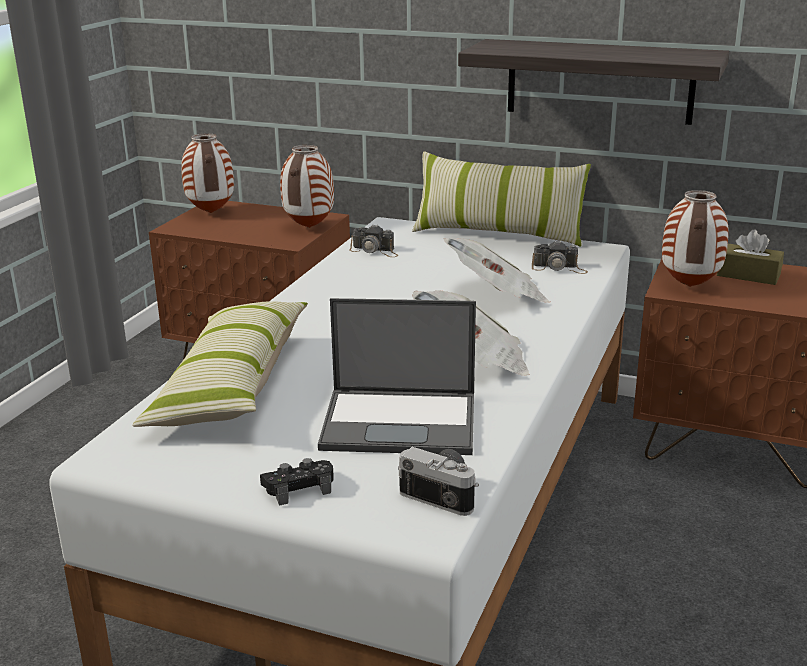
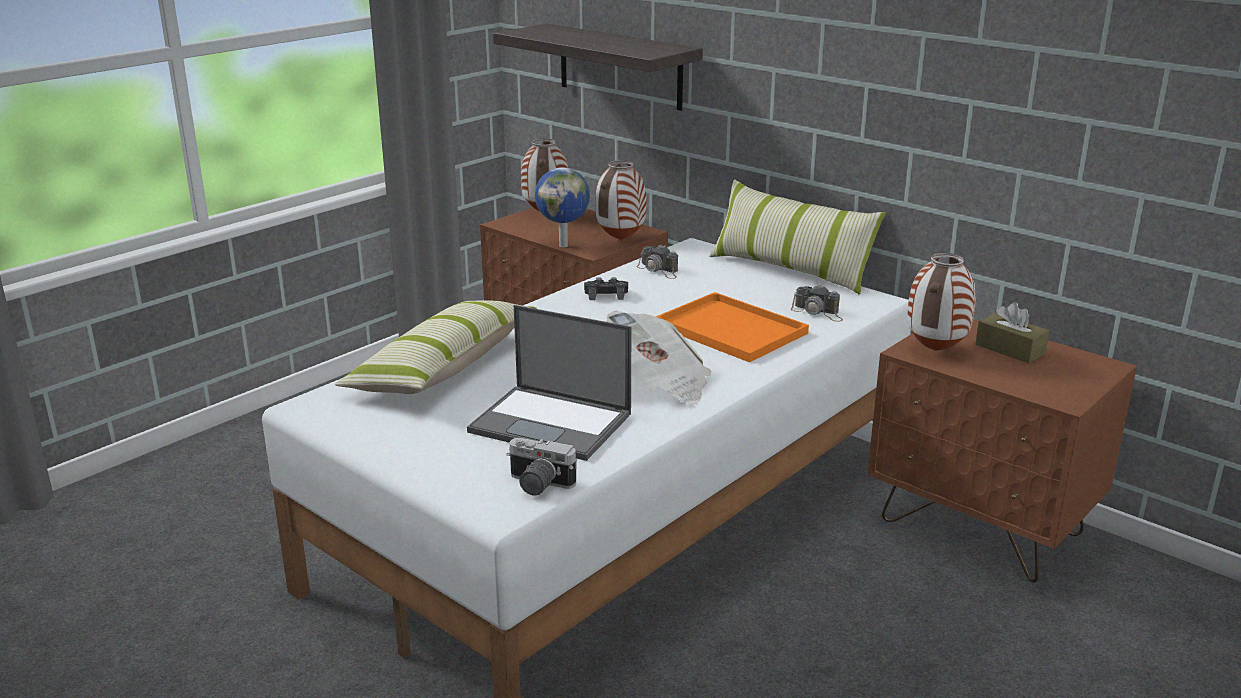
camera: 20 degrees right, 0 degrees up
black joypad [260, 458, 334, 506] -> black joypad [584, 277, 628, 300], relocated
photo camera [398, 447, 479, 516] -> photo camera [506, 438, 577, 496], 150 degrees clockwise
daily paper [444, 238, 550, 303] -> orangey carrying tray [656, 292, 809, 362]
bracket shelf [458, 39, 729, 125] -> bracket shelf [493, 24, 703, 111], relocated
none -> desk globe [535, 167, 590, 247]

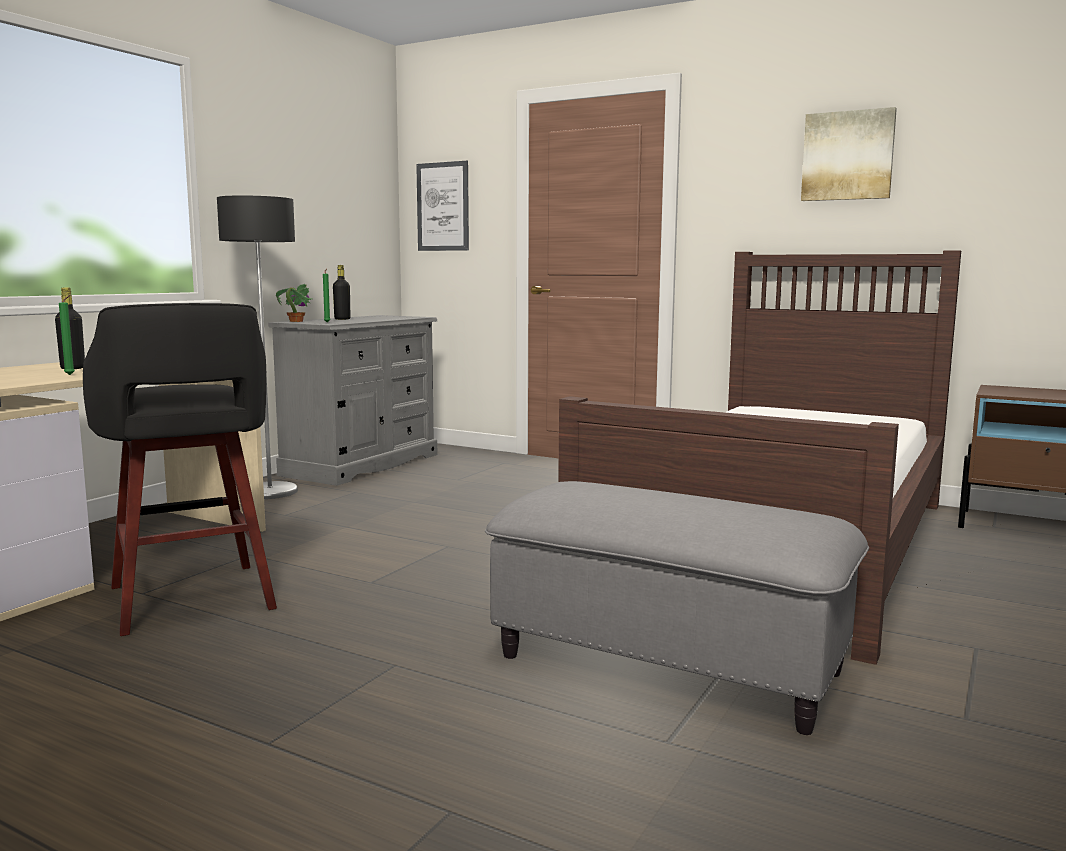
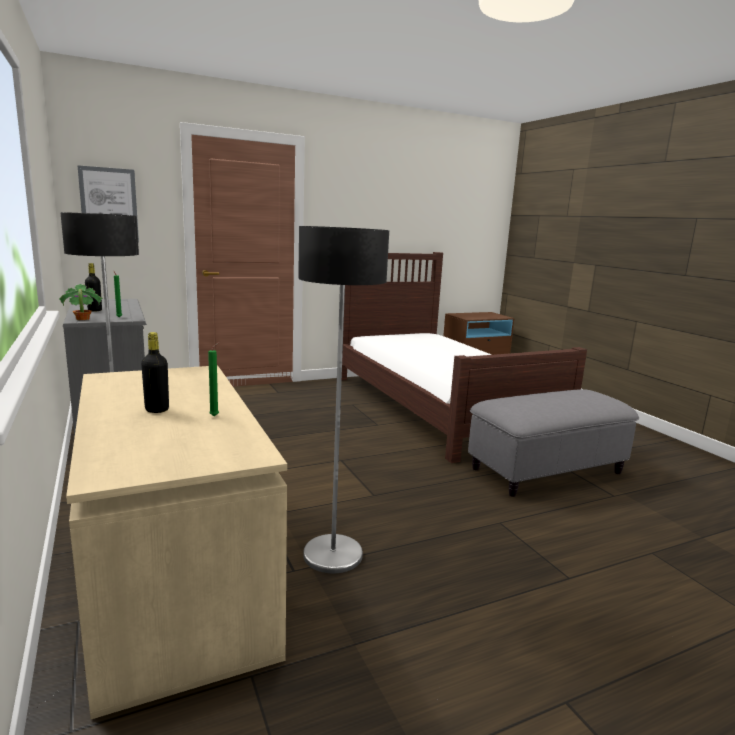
camera: 55 degrees left, 5 degrees up
black stool [83, 303, 277, 636] -> standard lamp [298, 226, 389, 573]
wall picture [801, 107, 897, 201] -> none

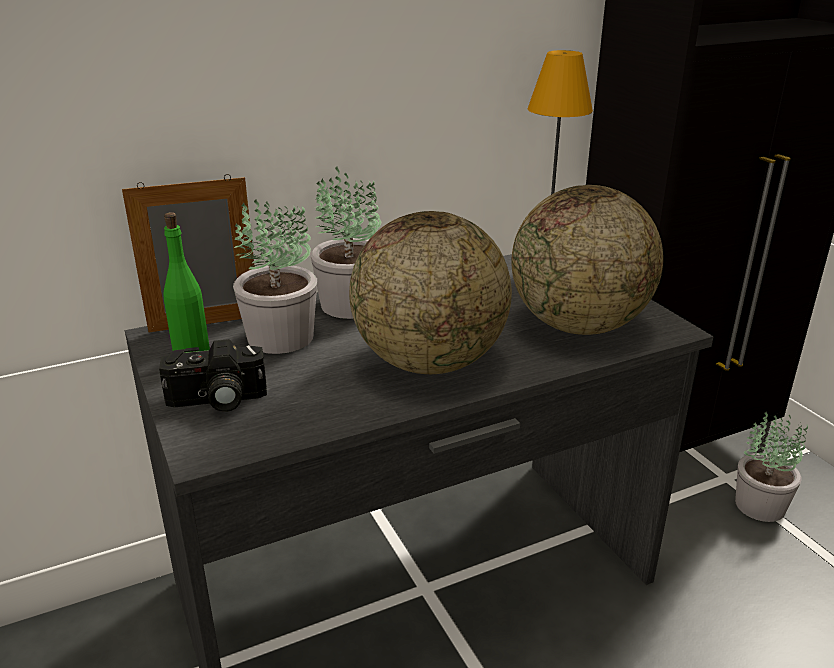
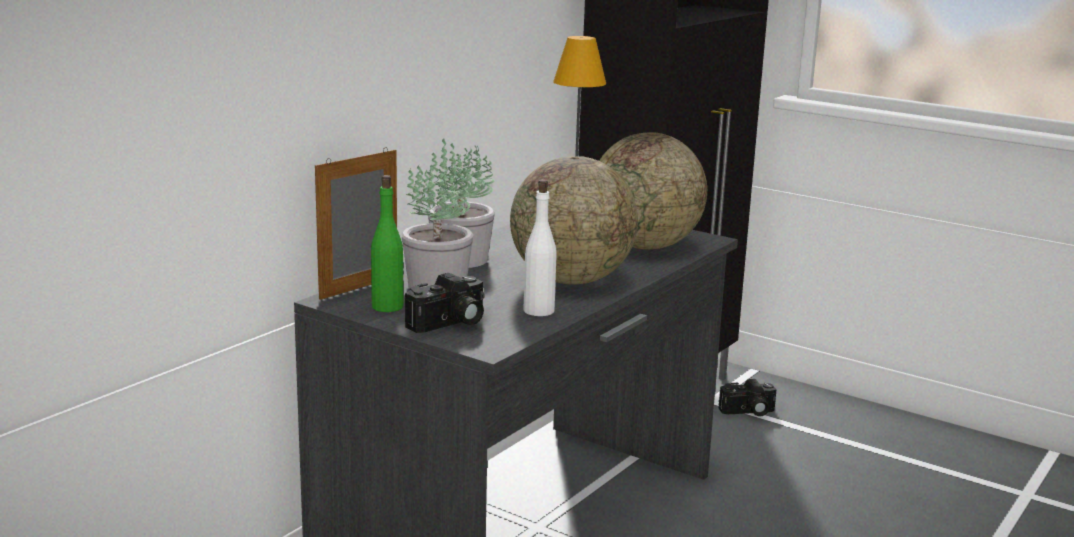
camera: 30 degrees left, 10 degrees down
potted plant [735, 412, 808, 522] -> photo camera [719, 379, 776, 417]
none -> white-coloured drink bottle [523, 180, 557, 316]

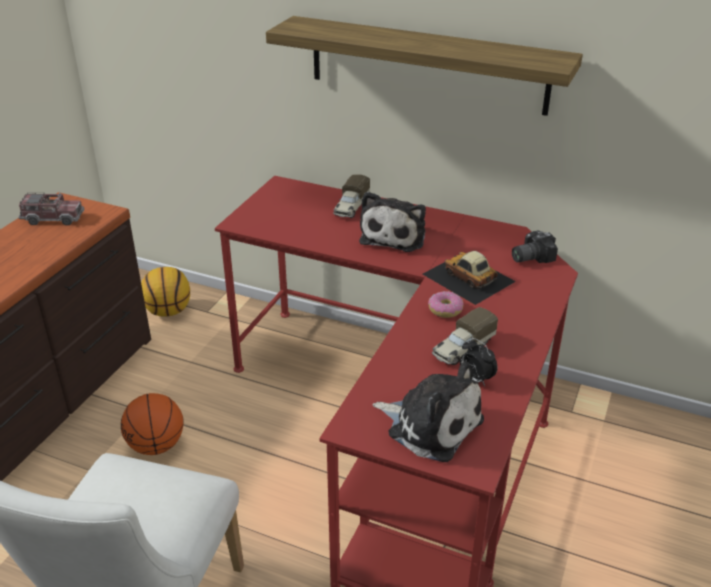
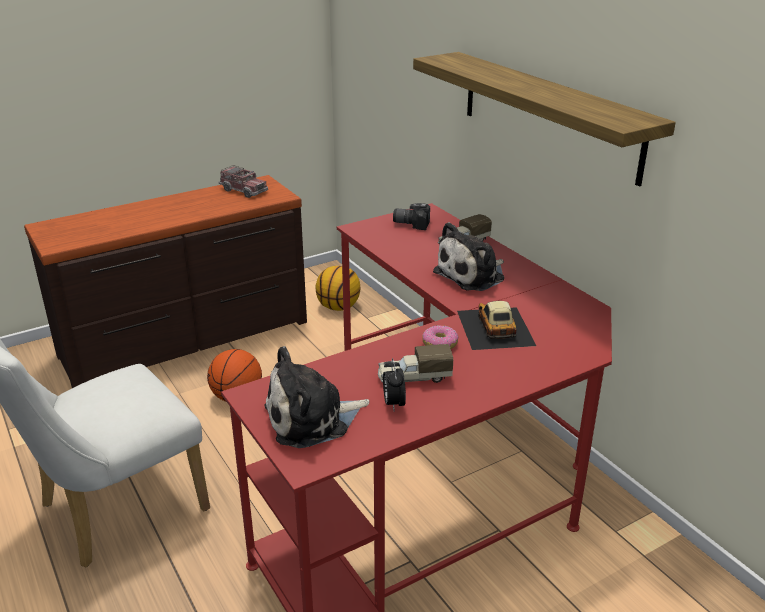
camera: 35 degrees right, 5 degrees down
soft toy [372, 361, 484, 462] -> soft toy [264, 346, 370, 448], 90 degrees clockwise
photo camera [512, 230, 558, 263] -> photo camera [393, 203, 430, 230], relocated

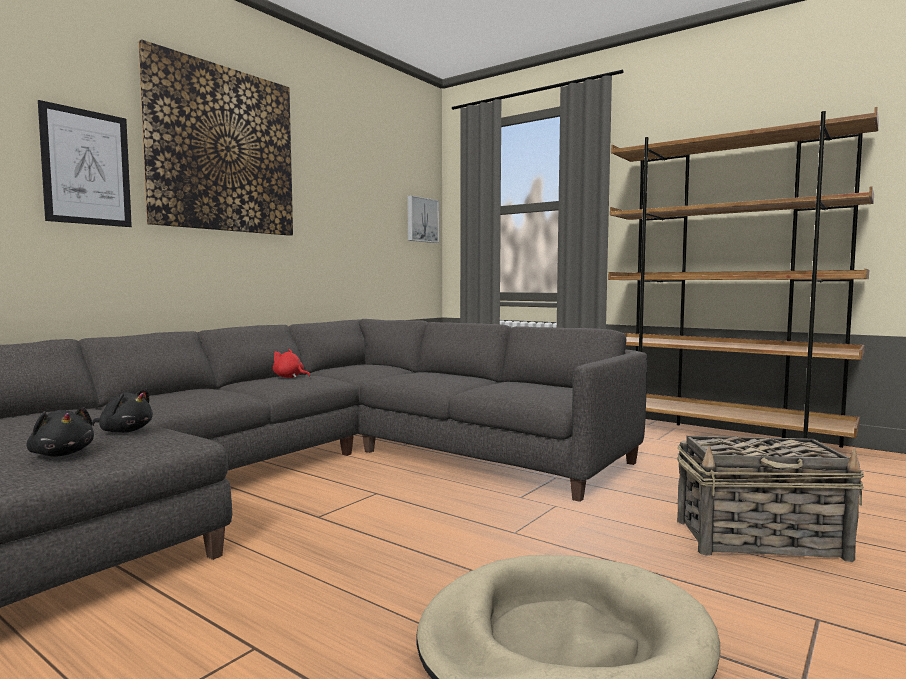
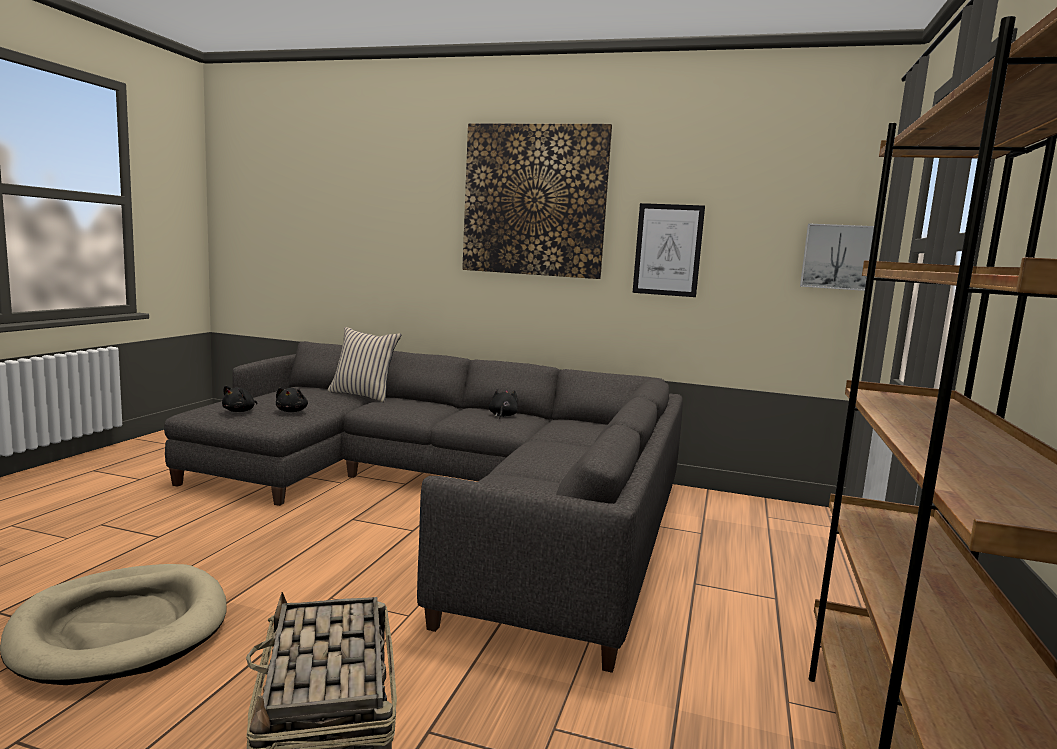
camera: 70 degrees right, 5 degrees up
wall picture [38, 100, 132, 227] -> wall picture [633, 203, 705, 297], relocated
red soft toy [273, 349, 310, 378] -> black soft toy [489, 389, 518, 419]
none -> beige-coloured throw pillow [327, 327, 402, 402]

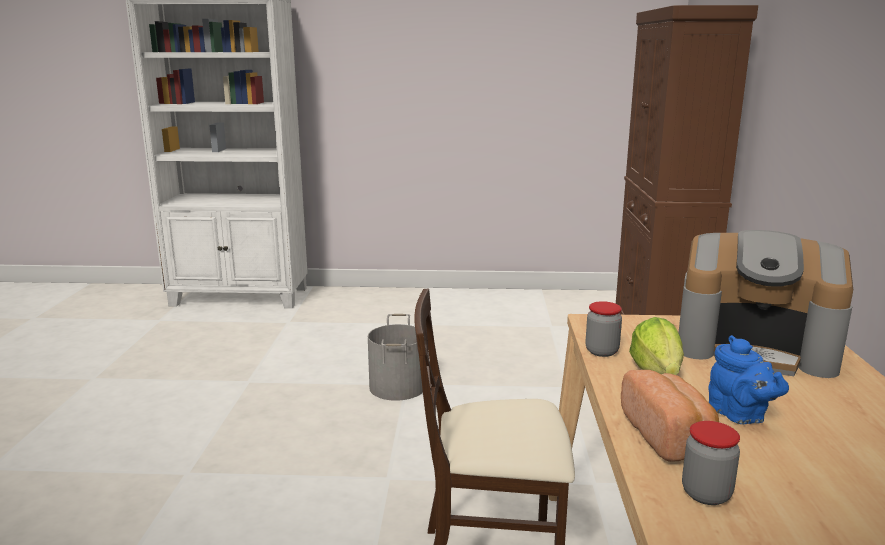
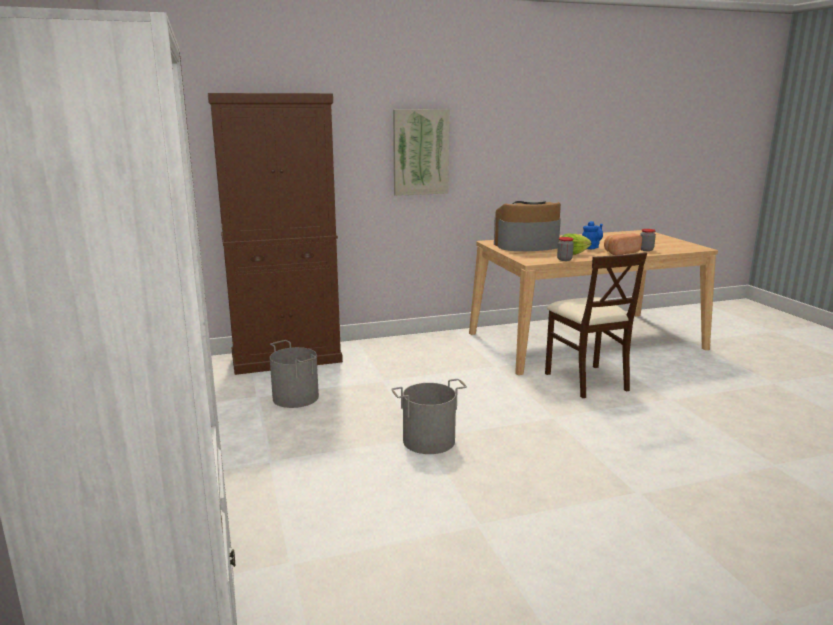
camera: 110 degrees left, 0 degrees up
coffee maker [678, 230, 853, 378] -> coffee maker [494, 200, 561, 251], 105 degrees counterclockwise
none -> gray bucket [270, 340, 319, 408]
none -> wall picture [393, 109, 450, 196]

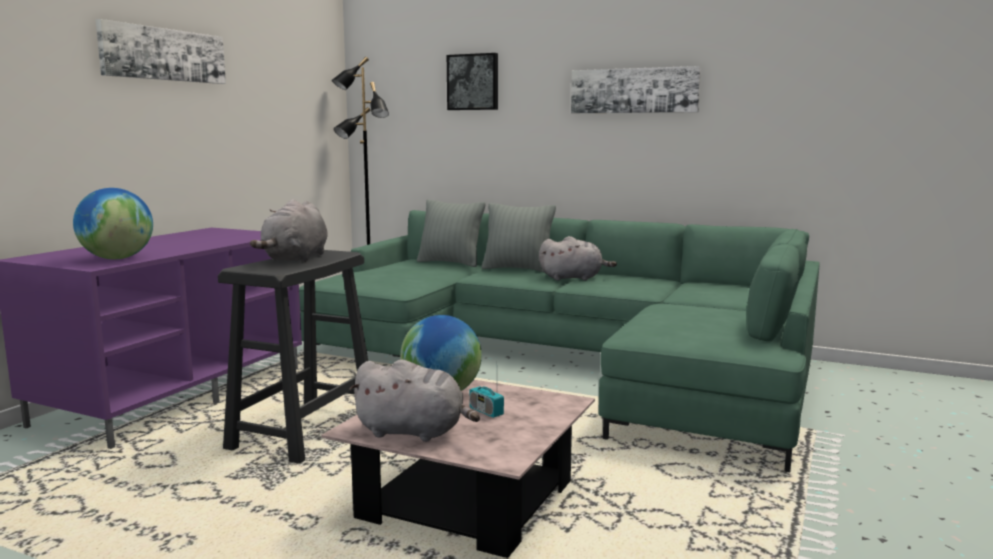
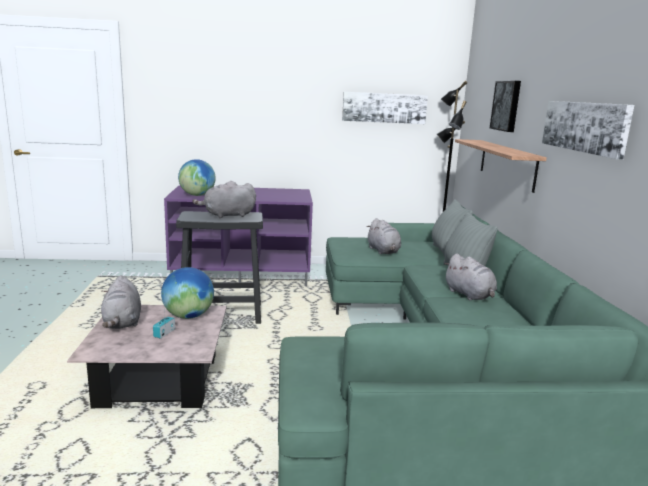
camera: 60 degrees right, 5 degrees up
wall picture [95, 19, 226, 84] -> wall picture [342, 92, 428, 124], relocated
none -> gray soft toy [367, 218, 401, 254]
none -> bracket shelf [455, 139, 547, 193]

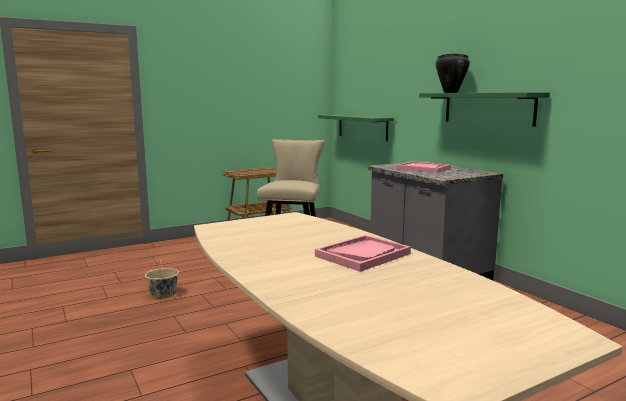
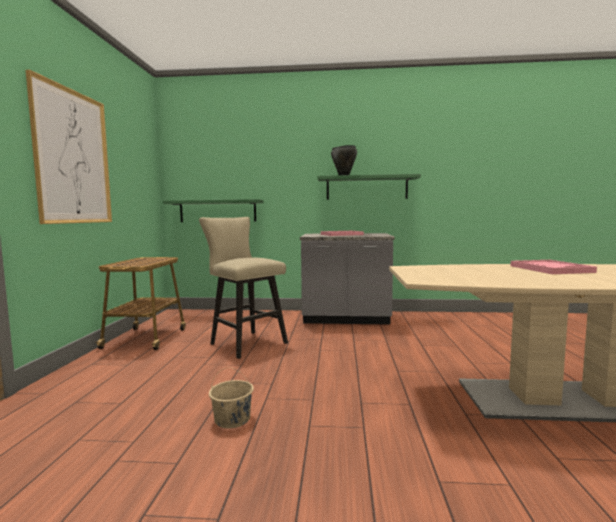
camera: 55 degrees left, 5 degrees down
none -> wall picture [25, 70, 112, 224]

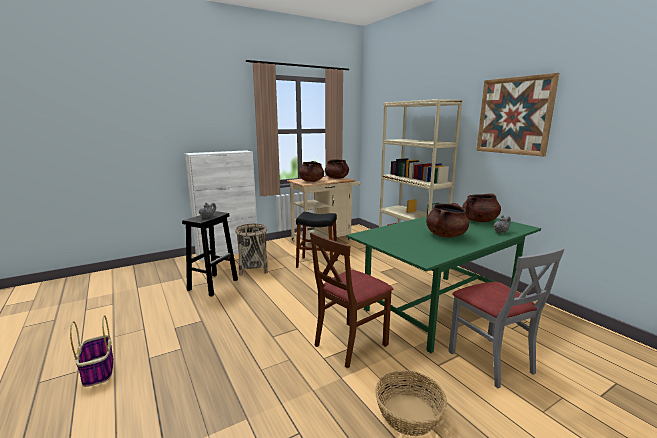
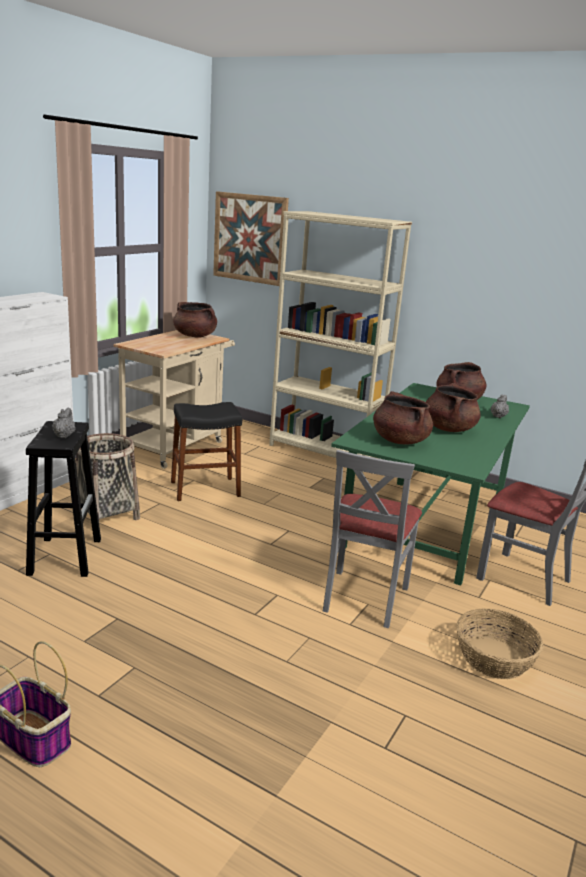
camera: 30 degrees left, 5 degrees up
brownish stockpot [299, 161, 324, 182] -> brownish stockpot [373, 391, 433, 445], relocated
brownish plain chair [310, 232, 393, 368] -> gray plain chair [323, 450, 422, 628]
wall picture [476, 73, 559, 157] -> wall picture [213, 191, 289, 286], relocated

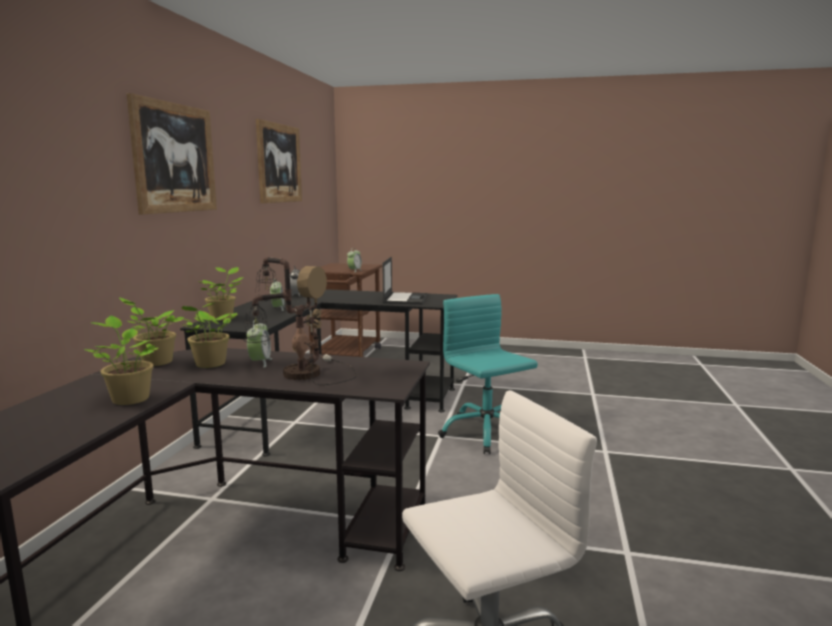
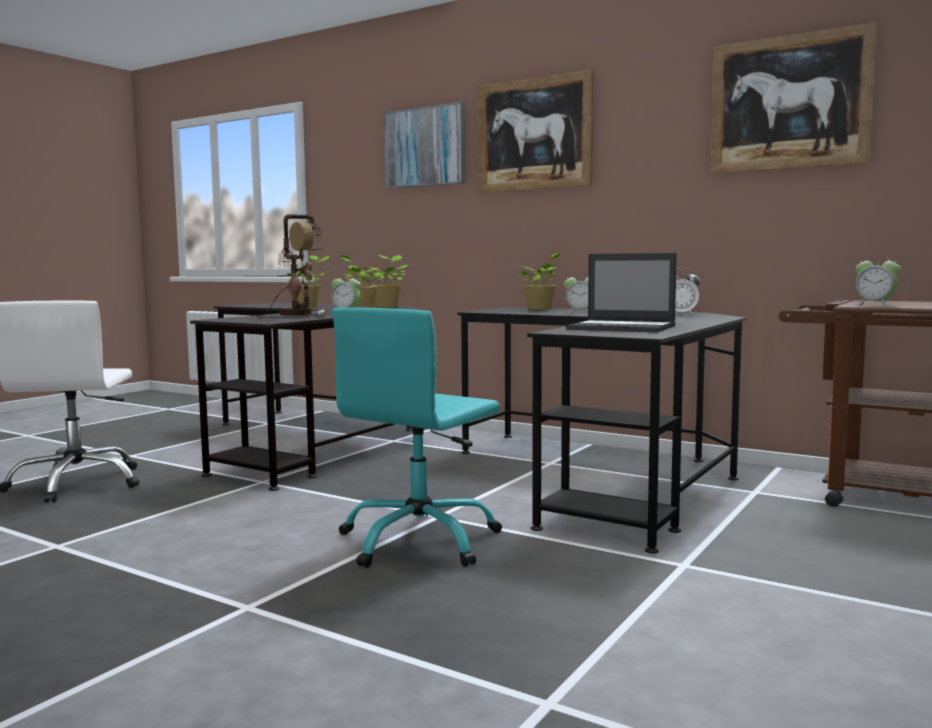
camera: 110 degrees right, 5 degrees down
blue-green desk chair [438, 294, 538, 454] -> blue-green desk chair [332, 307, 502, 568], 135 degrees clockwise
none -> wall picture [384, 102, 465, 189]

